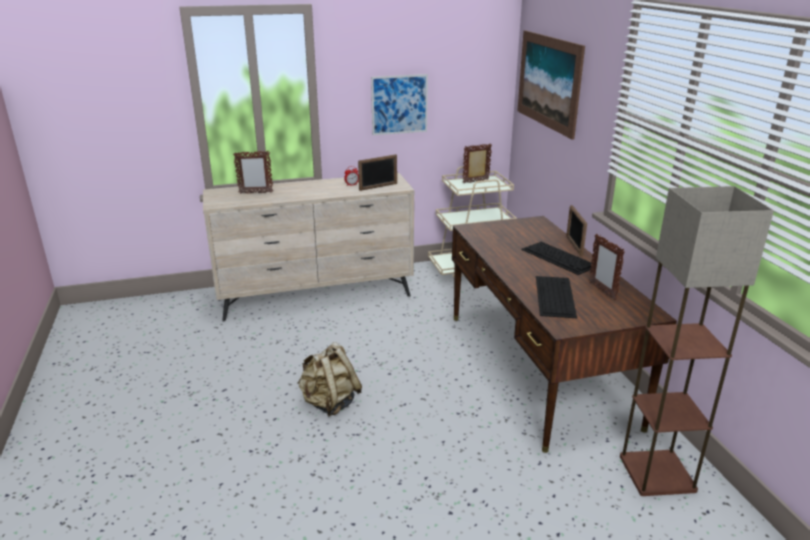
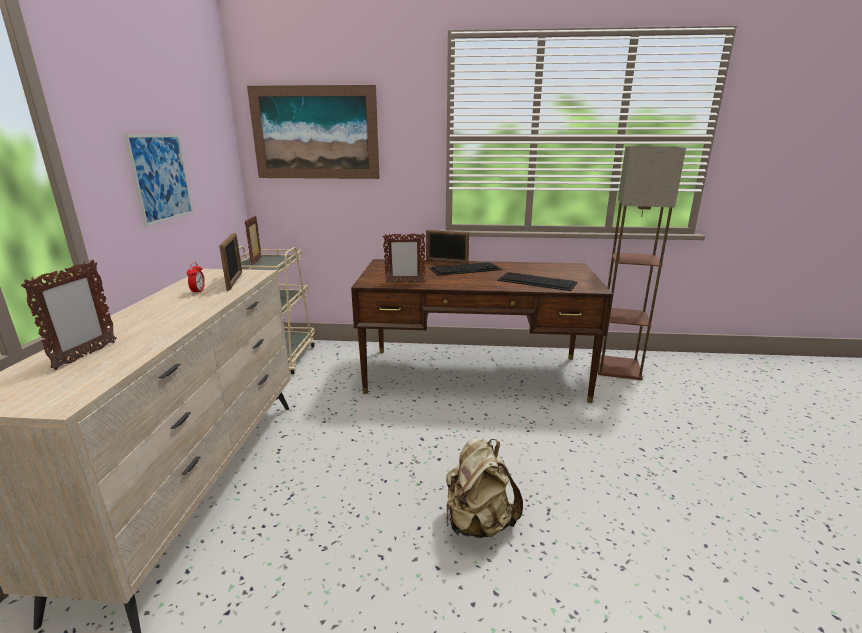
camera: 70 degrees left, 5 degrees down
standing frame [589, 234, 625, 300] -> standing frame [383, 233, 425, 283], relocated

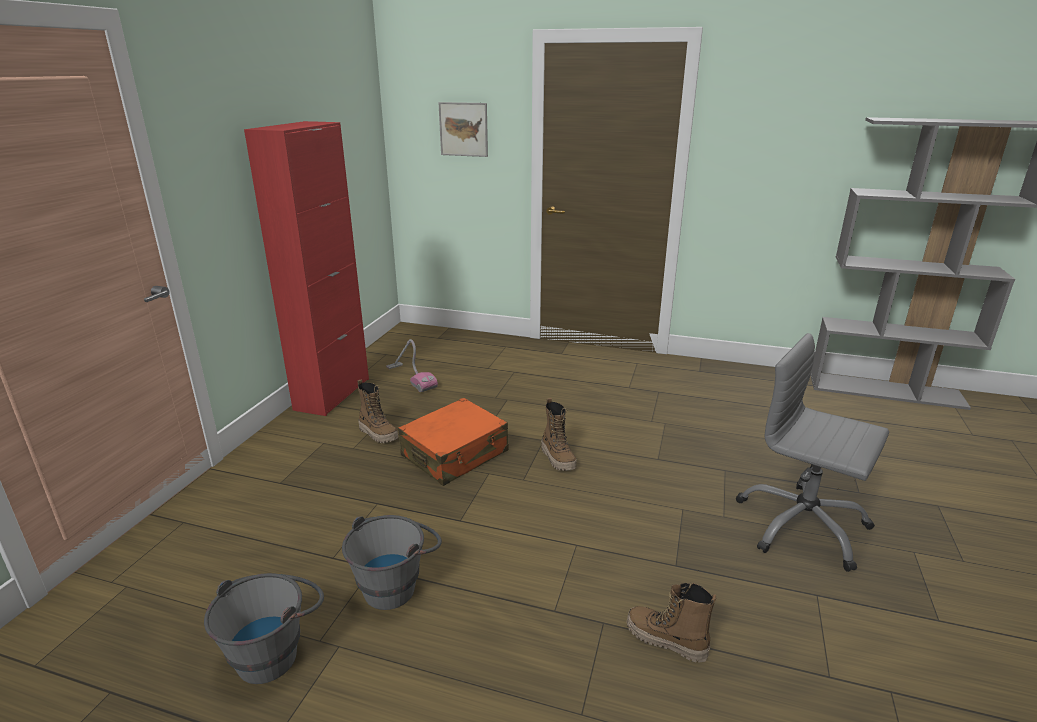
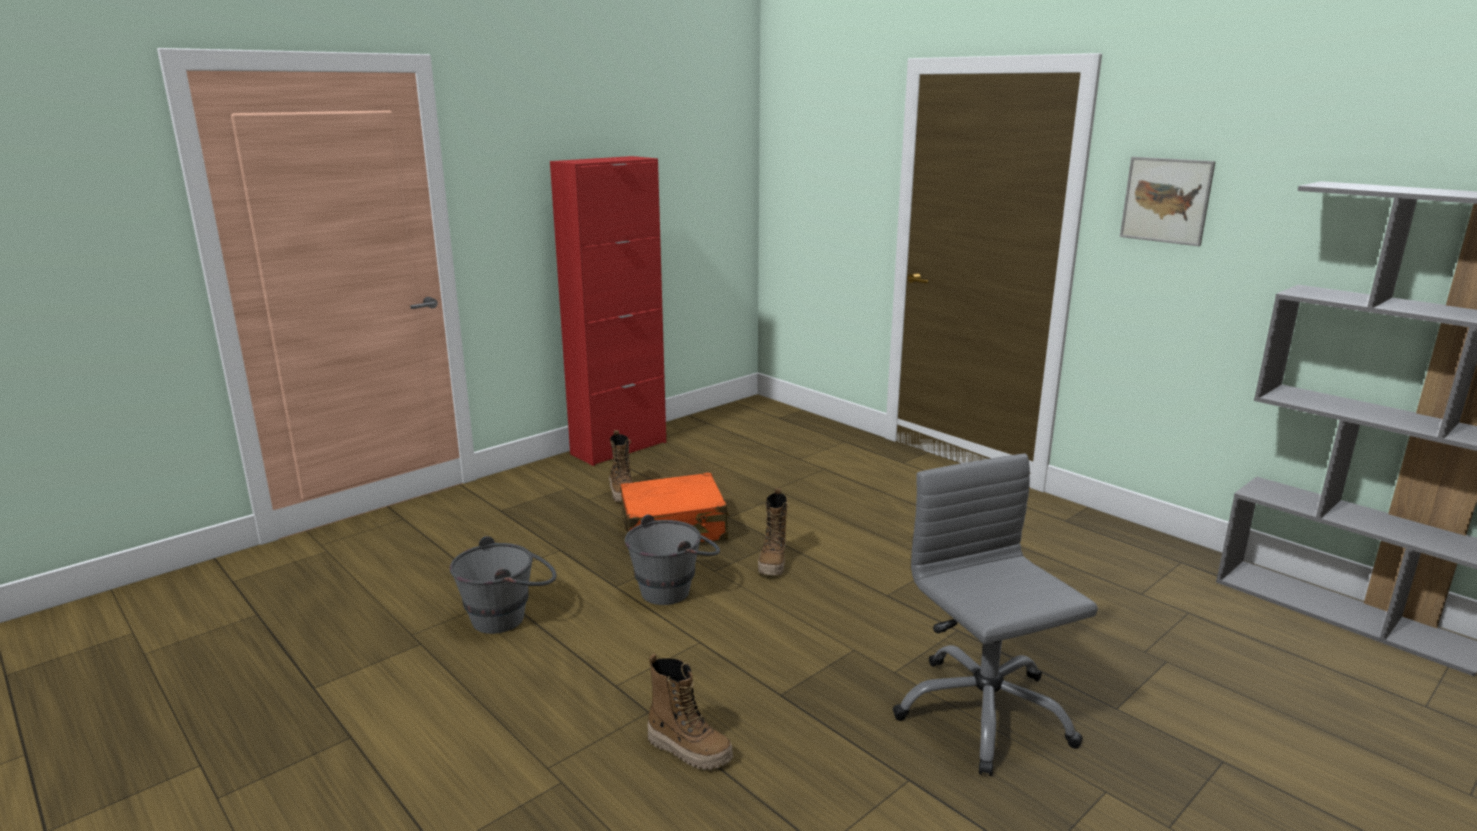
camera: 30 degrees right, 5 degrees down
gray bucket [204, 573, 324, 684] -> gray bucket [625, 515, 720, 605], relocated
vacuum cleaner [386, 339, 438, 392] -> none
wall picture [438, 102, 488, 157] -> wall picture [1120, 157, 1216, 246], relocated
high-top boot [626, 583, 717, 663] -> high-top boot [648, 654, 733, 770], 150 degrees clockwise

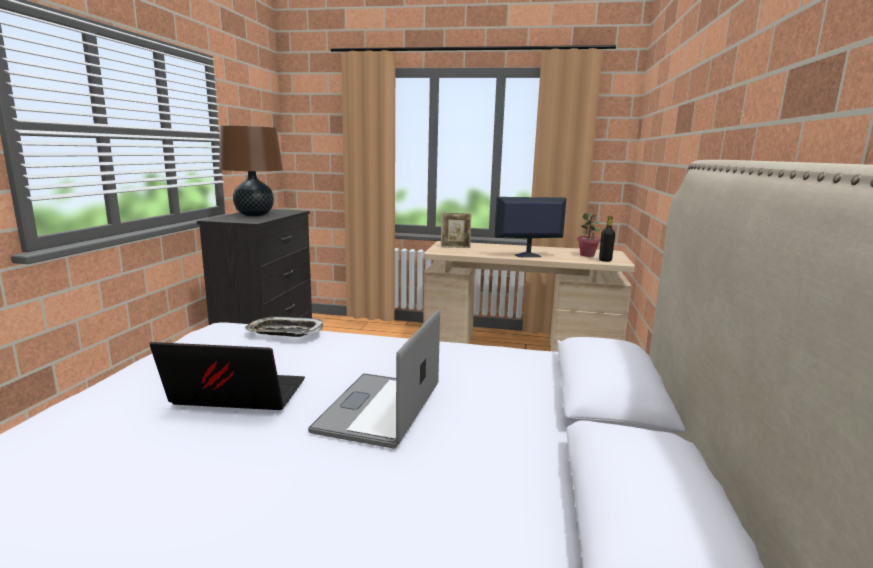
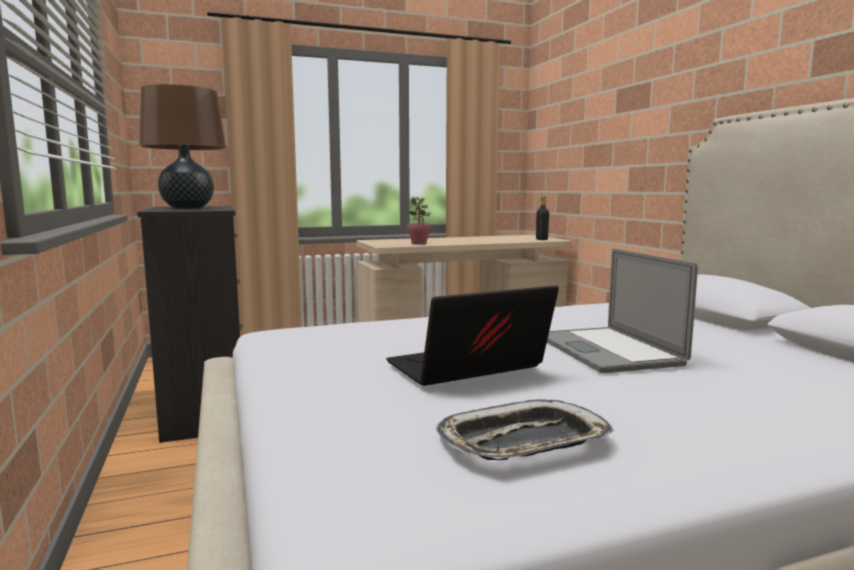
camera: 30 degrees left, 5 degrees down
carrying tray [245, 317, 323, 337] -> carrying tray [436, 399, 614, 460], relocated
standing frame [441, 212, 471, 248] -> none
monitor [494, 197, 566, 257] -> none
potted plant [577, 213, 601, 257] -> potted plant [407, 197, 431, 245], relocated

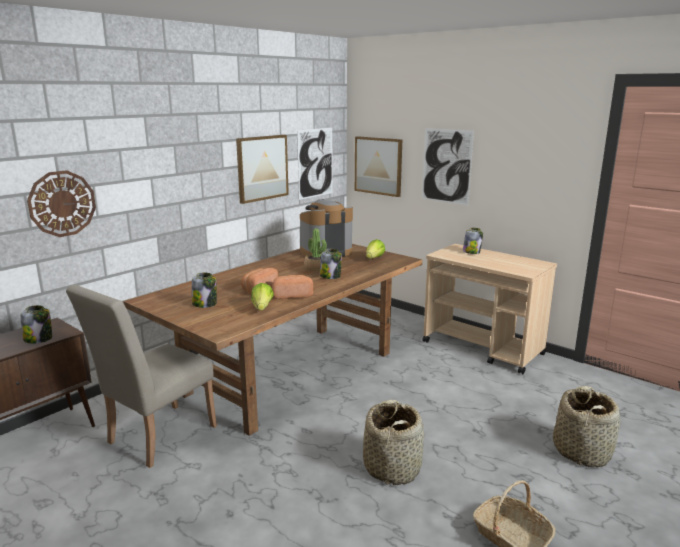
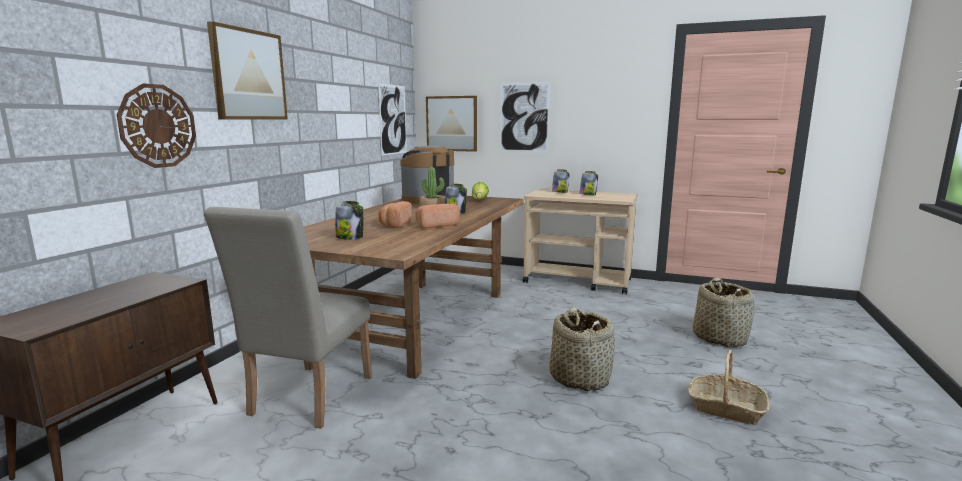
camera: 20 degrees left, 5 degrees down
storage jar [21, 305, 52, 344] -> storage jar [580, 171, 598, 195], relocated
wall picture [236, 135, 289, 204] -> wall picture [207, 21, 288, 120], relocated
lettuce head [251, 283, 274, 310] -> none

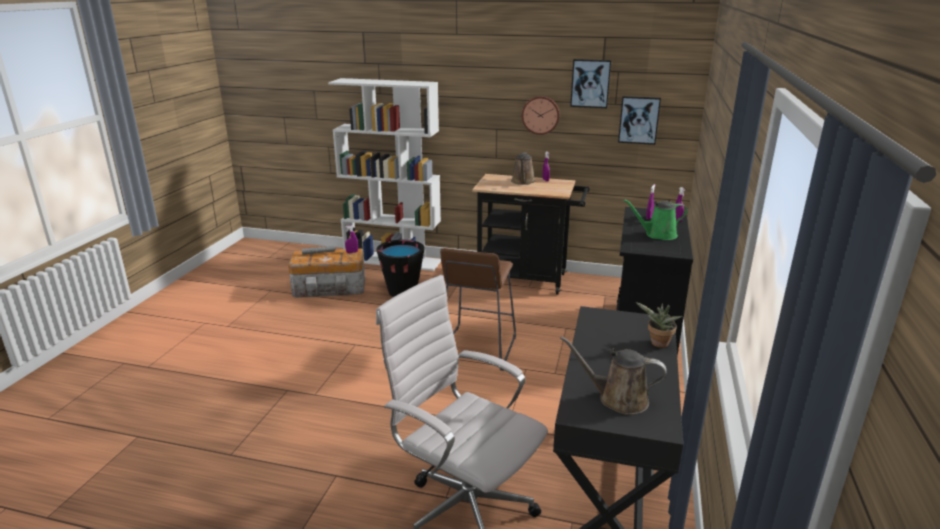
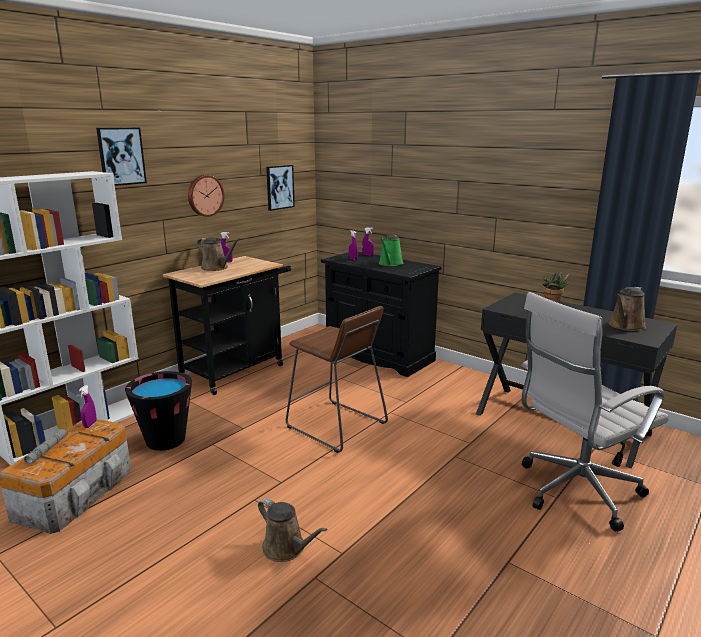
camera: 65 degrees left, 5 degrees down
wall picture [570, 59, 611, 108] -> wall picture [96, 128, 147, 186], relocated
none -> brownish sprinkling can [258, 498, 328, 562]

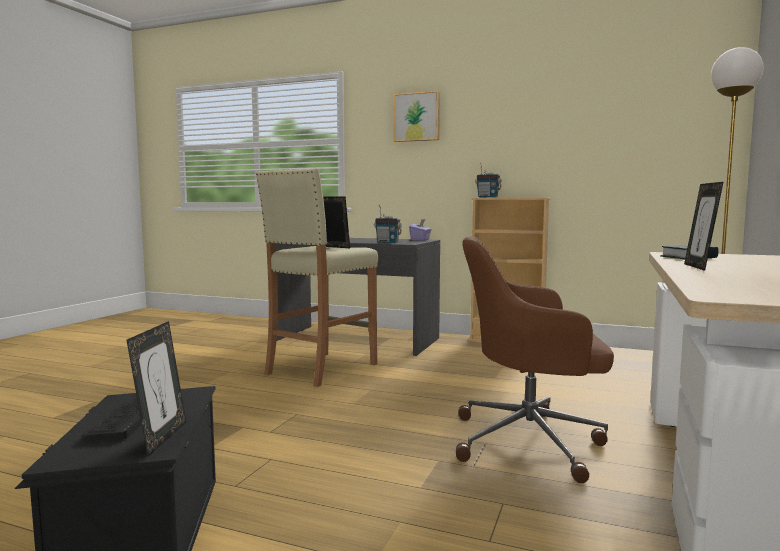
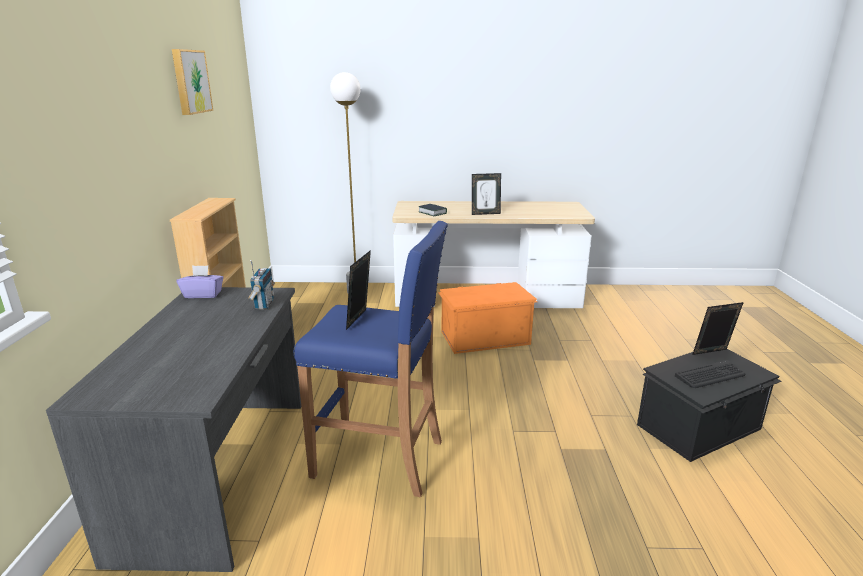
camera: 110 degrees left, 15 degrees up
beige-coloured stool [256, 168, 378, 387] -> blue-coloured stool [294, 221, 448, 497]
wall picture [393, 90, 440, 142] -> wall picture [172, 49, 214, 115], relocated
brownish desk chair [456, 237, 614, 483] -> orangey storage bin [438, 282, 537, 354]
radio [475, 162, 501, 198] -> none

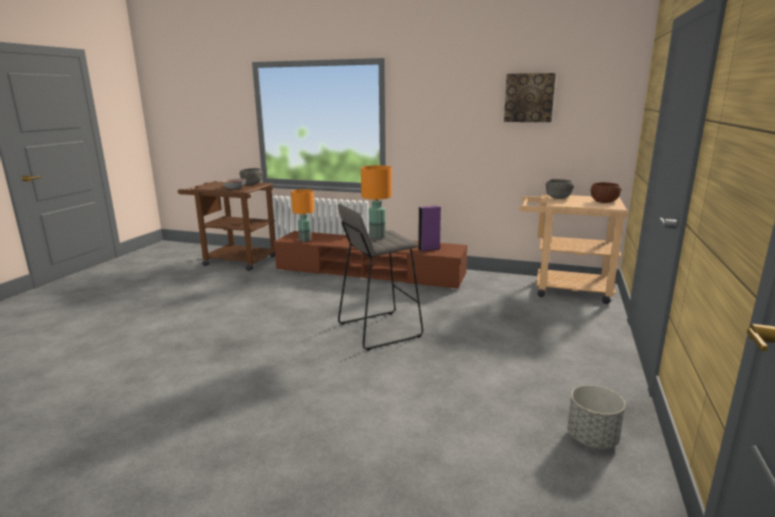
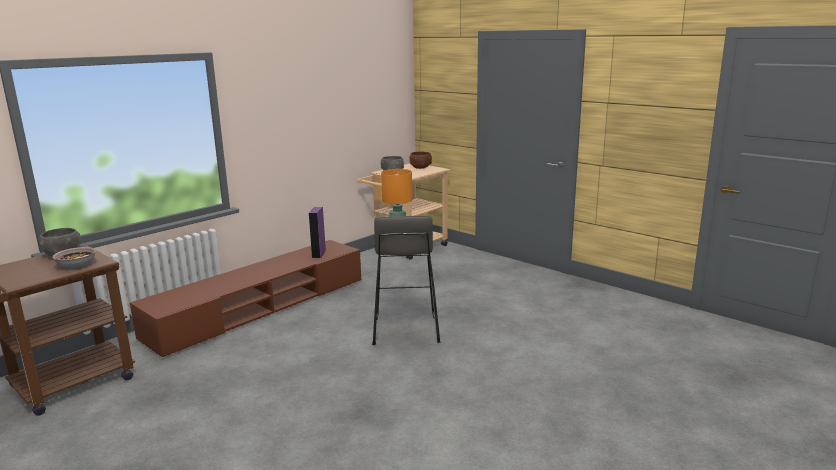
camera: 65 degrees left, 0 degrees up
orangey table lamp [291, 189, 314, 242] -> none
wall picture [504, 73, 556, 122] -> none
gray planter [567, 385, 626, 449] -> none

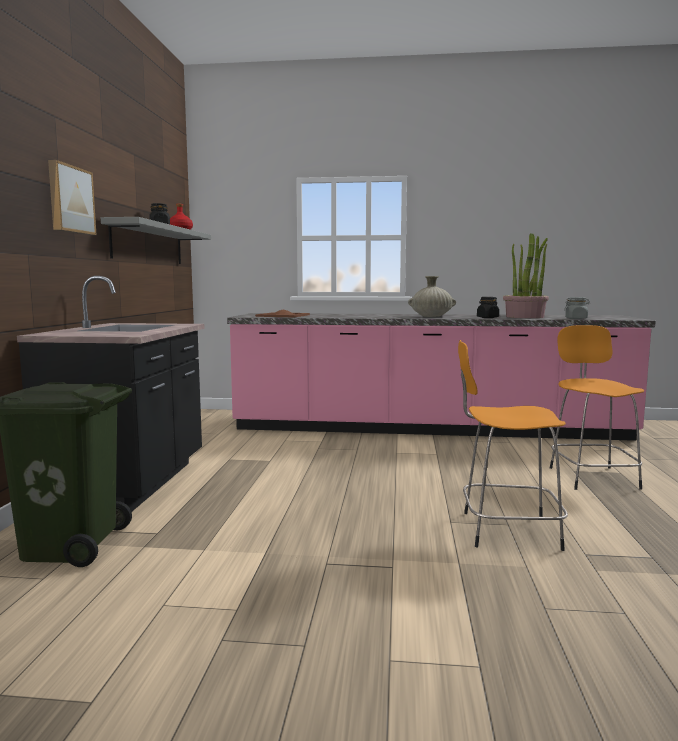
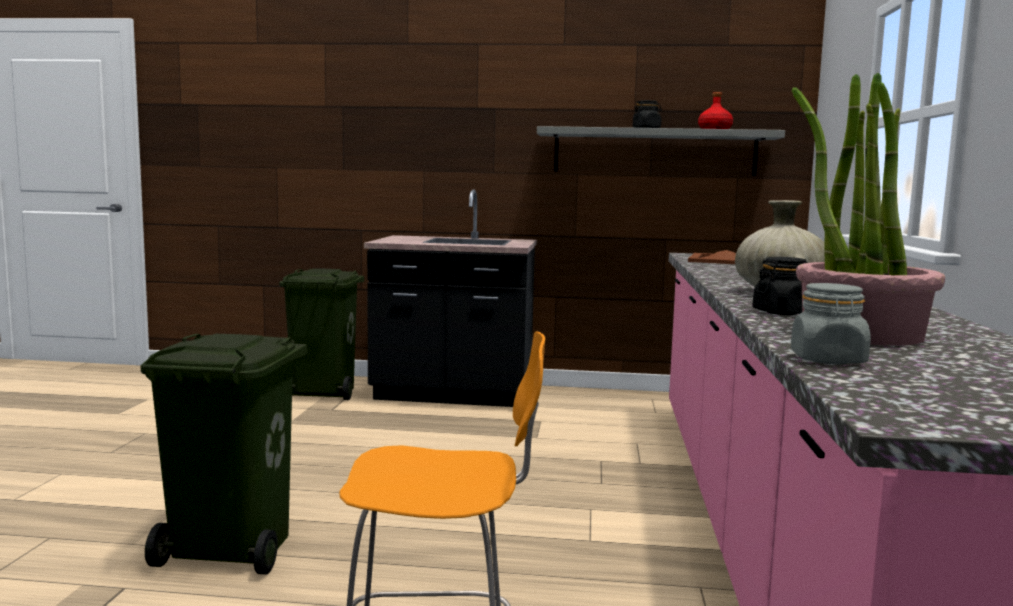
camera: 90 degrees right, 0 degrees up
wall picture [48, 160, 97, 235] -> none
orangey stool [458, 340, 568, 551] -> green-coloured trash can [140, 334, 307, 575]

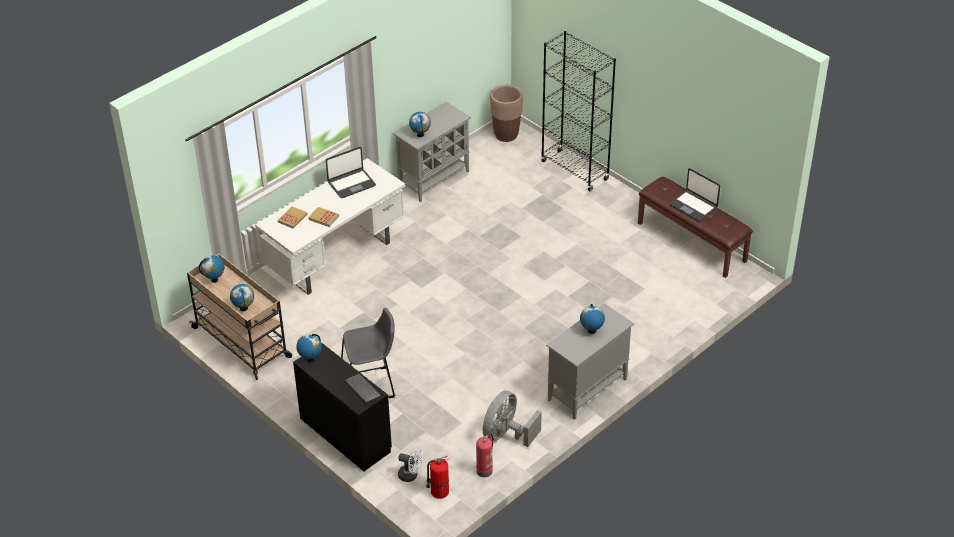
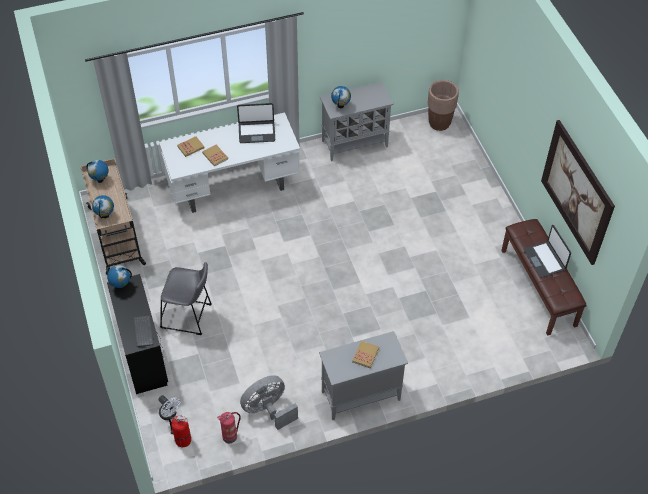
camera: 25 degrees right, 10 degrees up
black shelving unit [541, 31, 616, 191] -> none
desk globe [580, 304, 605, 334] -> volume [352, 341, 379, 368]
none -> wall picture [541, 120, 615, 265]

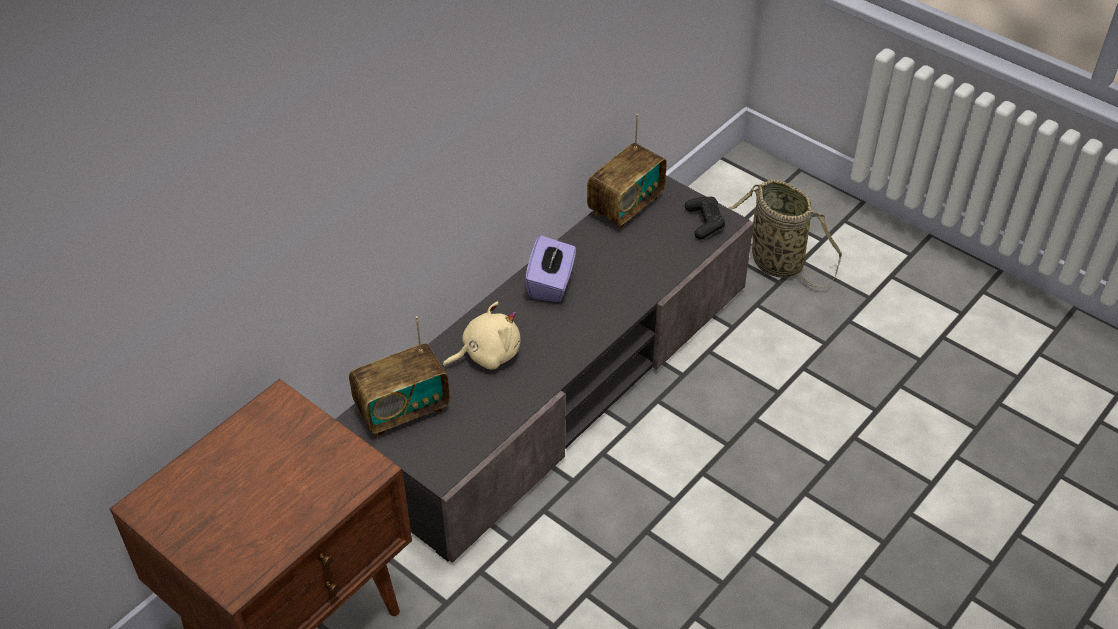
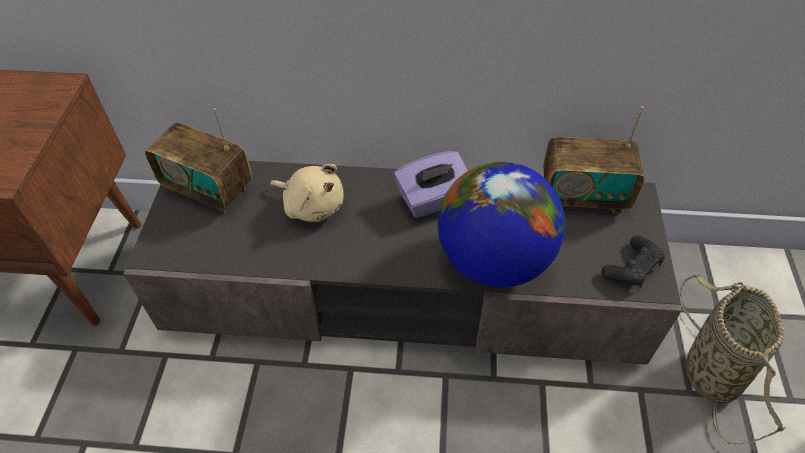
camera: 55 degrees right, 5 degrees up
none -> desk globe [438, 162, 565, 288]

